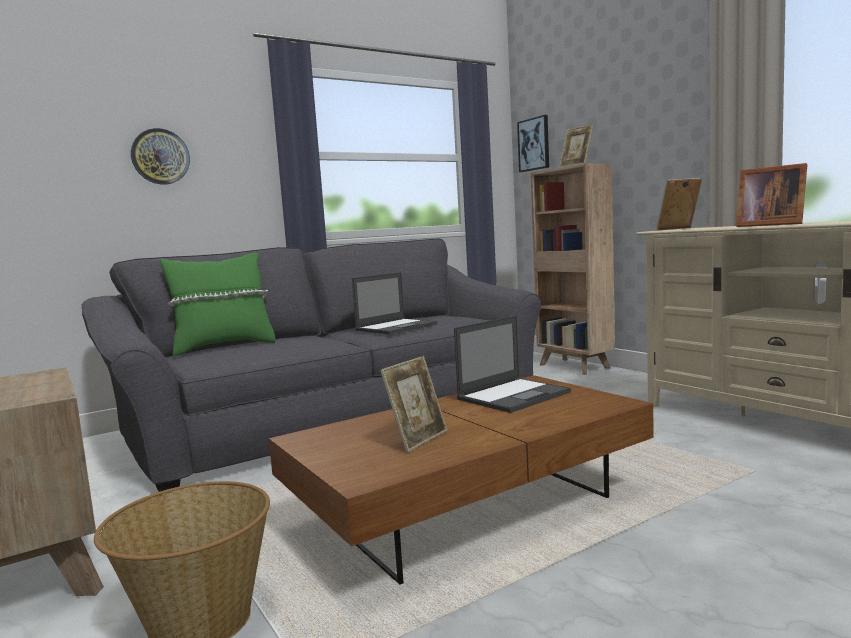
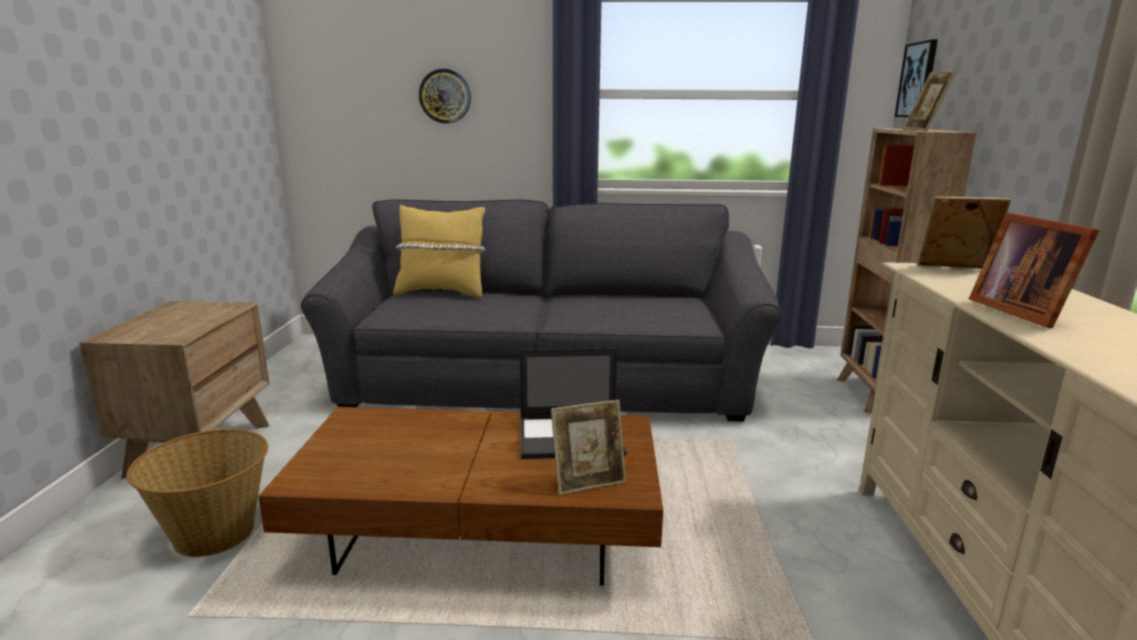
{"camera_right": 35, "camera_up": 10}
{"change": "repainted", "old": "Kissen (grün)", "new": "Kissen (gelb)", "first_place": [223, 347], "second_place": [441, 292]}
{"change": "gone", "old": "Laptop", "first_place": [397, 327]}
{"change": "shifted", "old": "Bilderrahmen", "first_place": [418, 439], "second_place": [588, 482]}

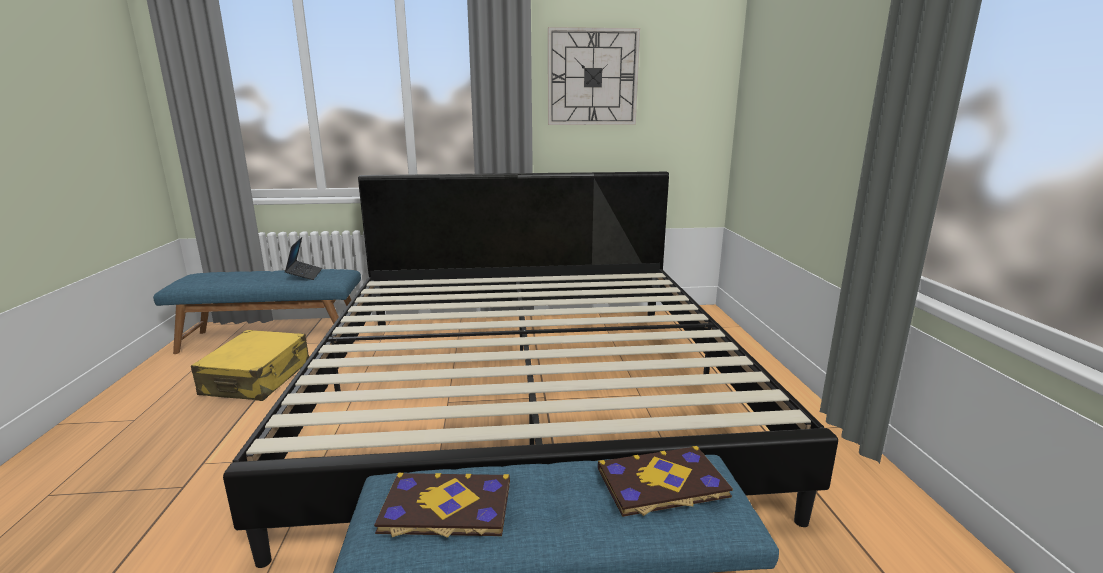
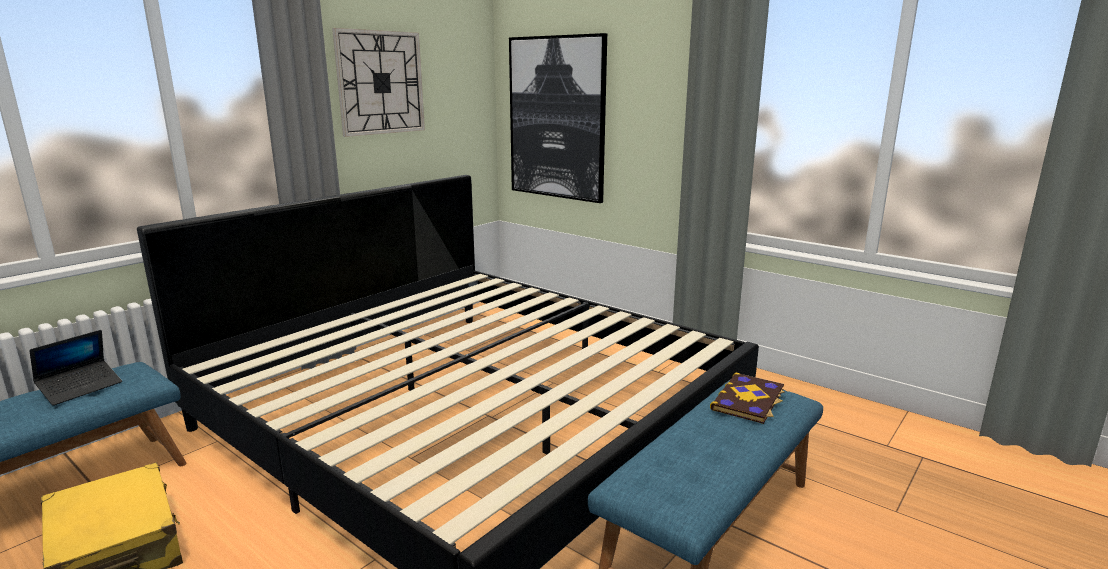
{"camera_right": -45, "camera_up": 0}
{"change": "rotated", "old": "Laptop", "first_place": [304, 274], "second_place": [81, 388], "degrees": 90}
{"change": "gone", "old": "Buch", "first_place": [446, 508]}
{"change": "new", "new": "Bild", "second_place": [557, 118]}

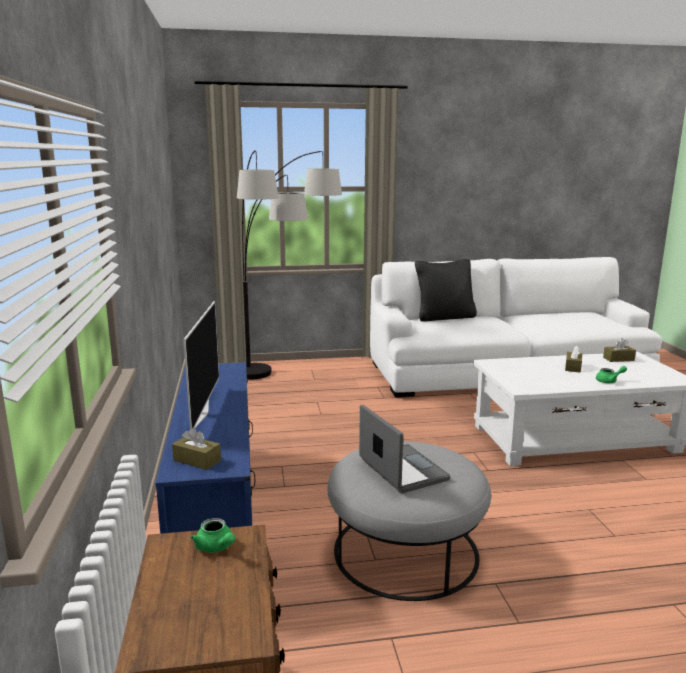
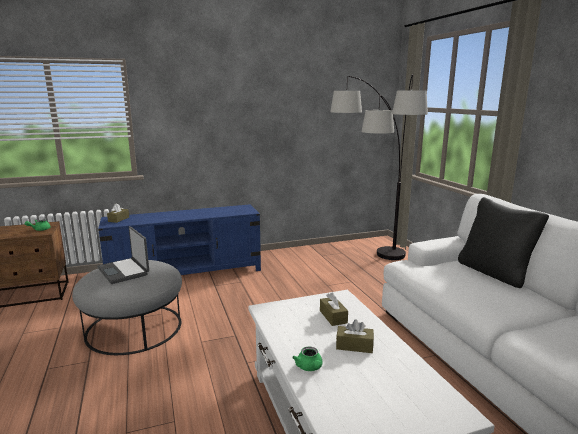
{"camera_right": 80, "camera_up": 0}
{"change": "gone", "old": "Fernseher", "first_place": [200, 413]}
{"change": "shifted", "old": "Taschentuchbox (braun)", "first_place": [618, 359], "second_place": [333, 317]}
{"change": "rotated", "old": "Laptop", "first_place": [401, 470], "second_place": [124, 271], "degrees": 90}

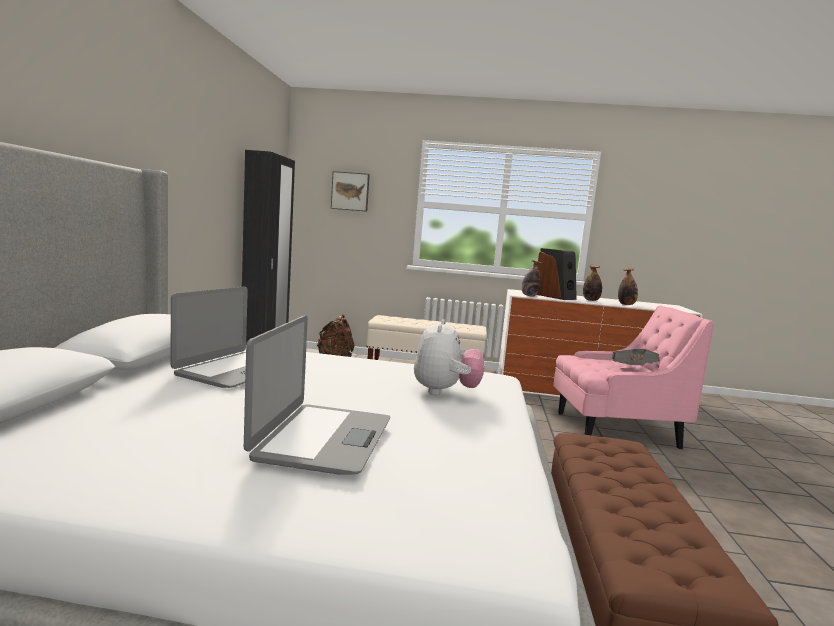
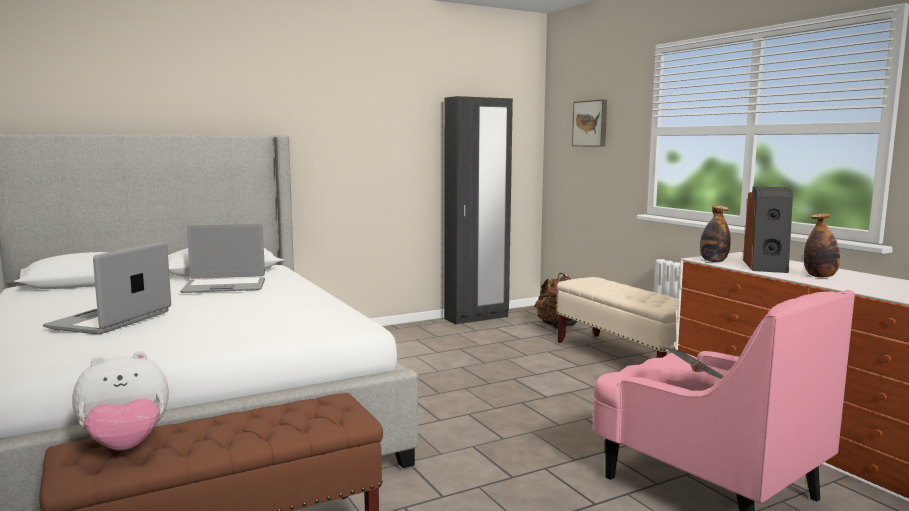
{"camera_right": 55, "camera_up": 0}
{"change": "gone", "old": "Flasche", "first_place": [626, 304]}
{"change": "rotated", "old": "Laptop", "first_place": [323, 438], "second_place": [111, 320], "degrees": 135}
{"change": "shifted", "old": "Plüschtier", "first_place": [445, 392], "second_place": [125, 446]}

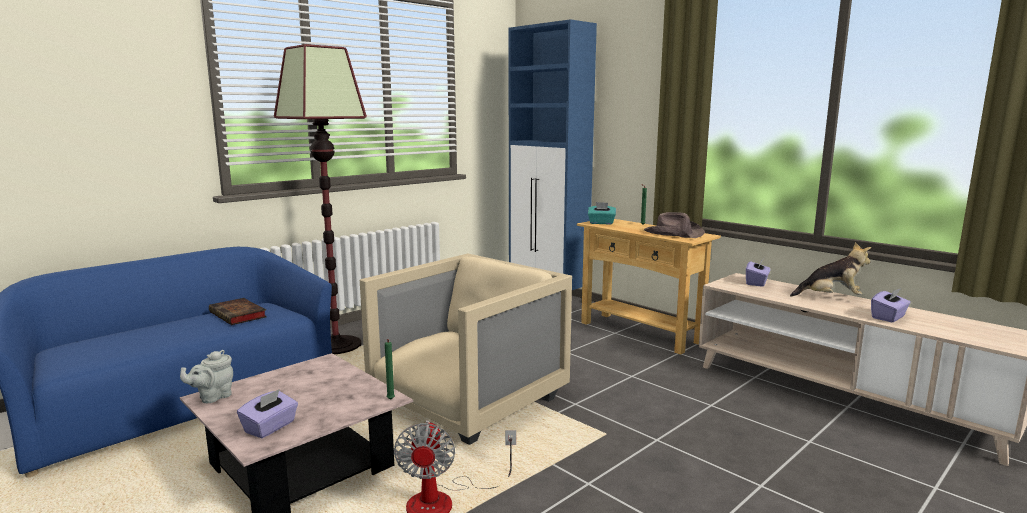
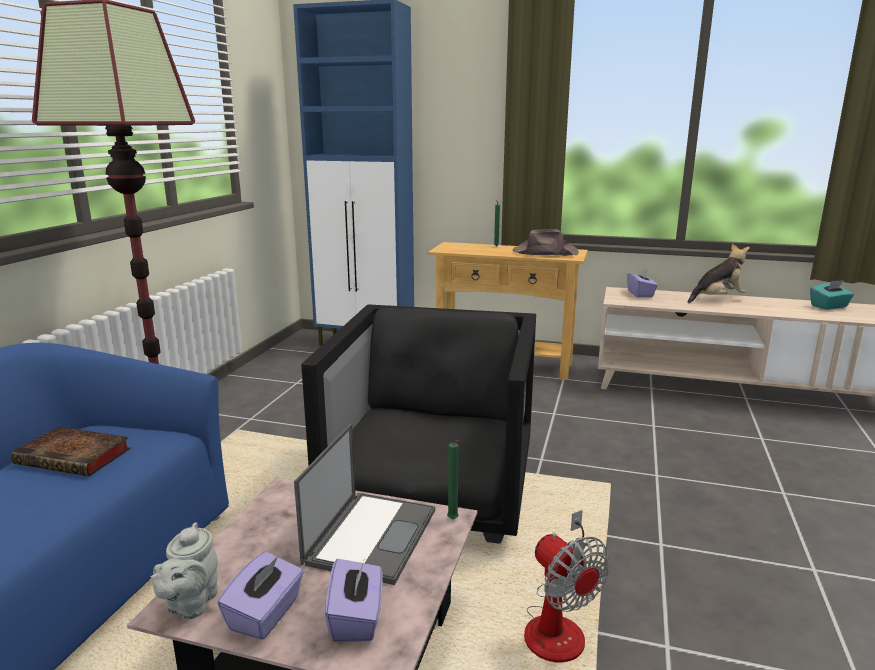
{"camera_right": -30, "camera_up": 5}
{"change": "shifted", "old": "Taschentuchbox (türkis)", "first_place": [601, 223], "second_place": [829, 306]}
{"change": "repainted", "old": "Sessel (beige)", "new": "Sessel (schwarz)", "first_place": [468, 402], "second_place": [432, 491]}
{"change": "shifted", "old": "Taschentuchbox (lila)", "first_place": [888, 317], "second_place": [265, 614]}
{"change": "new", "new": "Laptop", "second_place": [371, 535]}

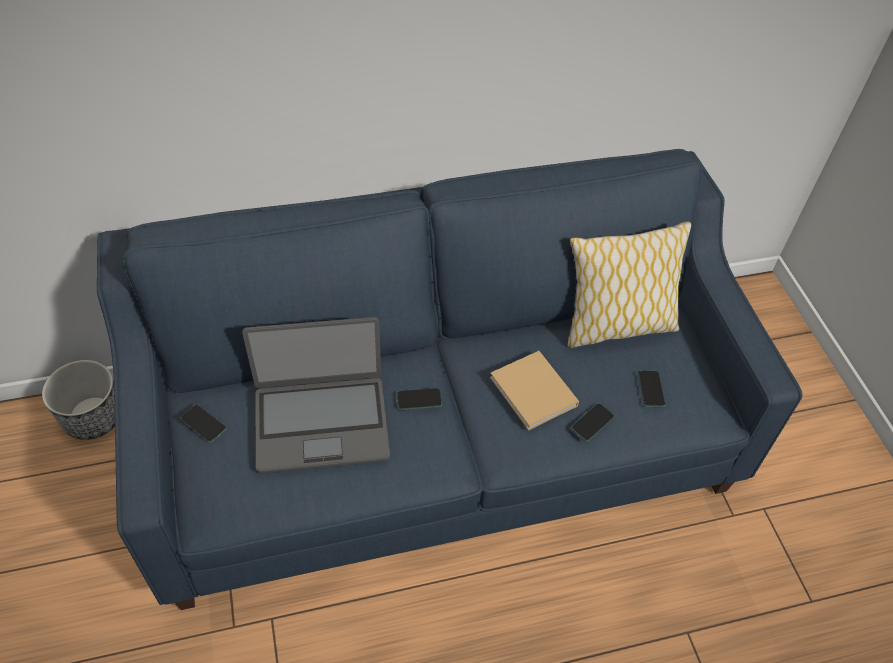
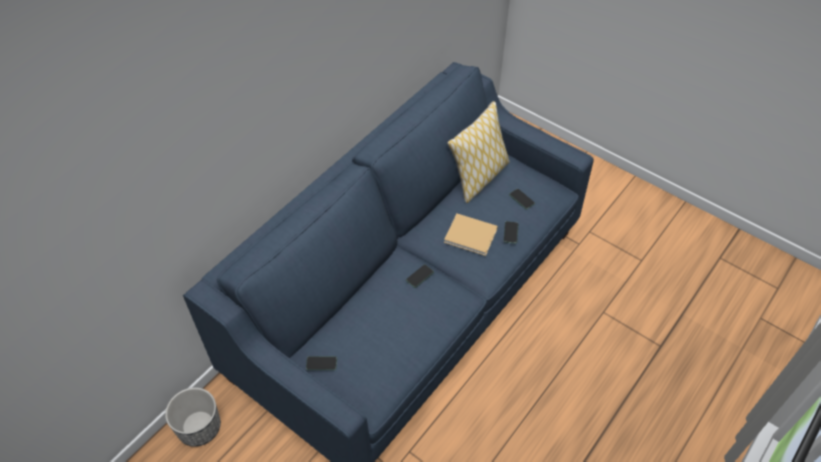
{"camera_right": -35, "camera_up": 0}
{"change": "gone", "old": "Laptop", "first_place": [321, 423]}

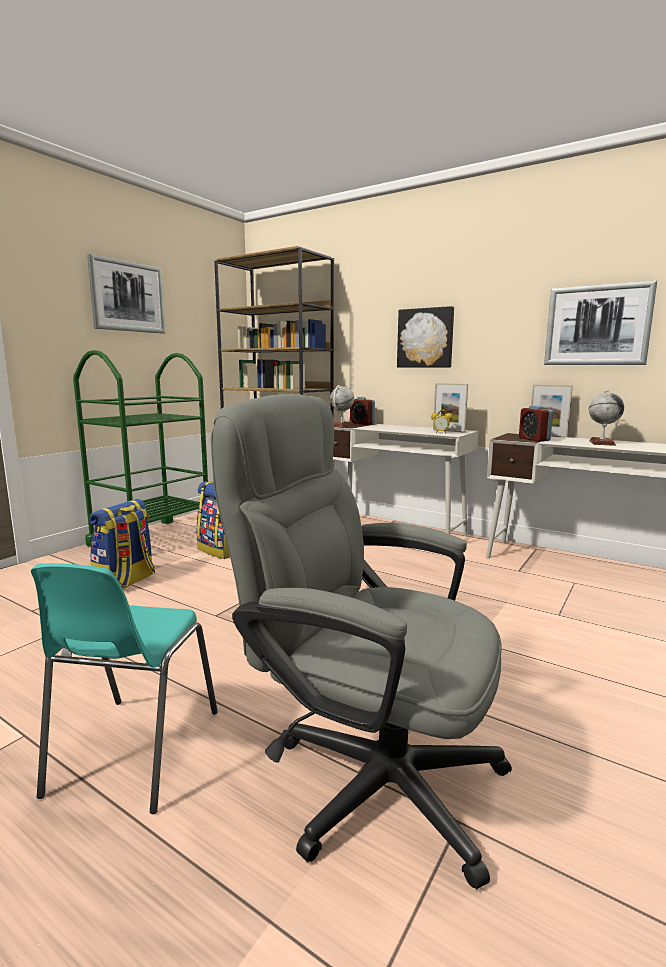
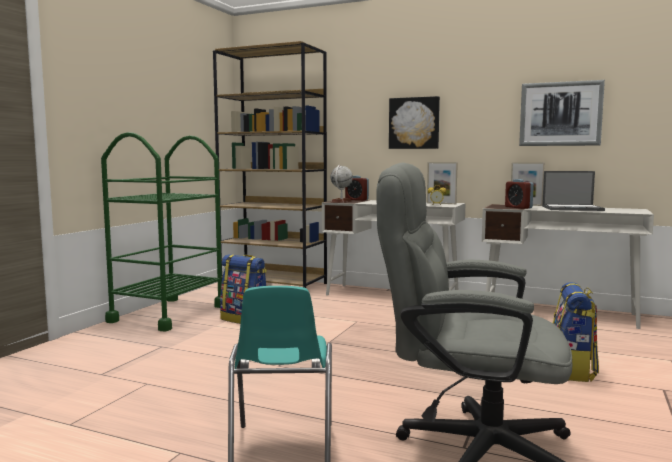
{"camera_right": -10, "camera_up": -5}
{"change": "gone", "old": "Bild", "first_place": [128, 296]}
{"change": "swapped", "old": "Globus", "new": "Laptop", "first_place": [602, 443], "second_place": [573, 208]}
{"change": "shifted", "old": "Rucksack", "first_place": [125, 582], "second_place": [572, 371]}

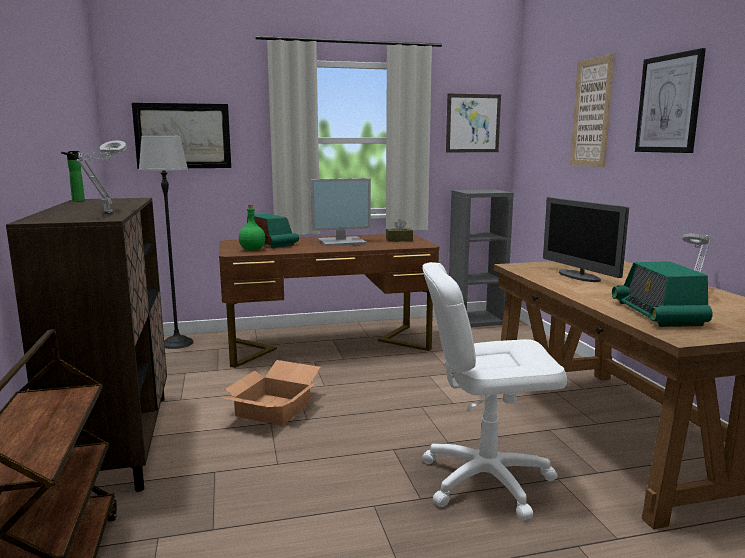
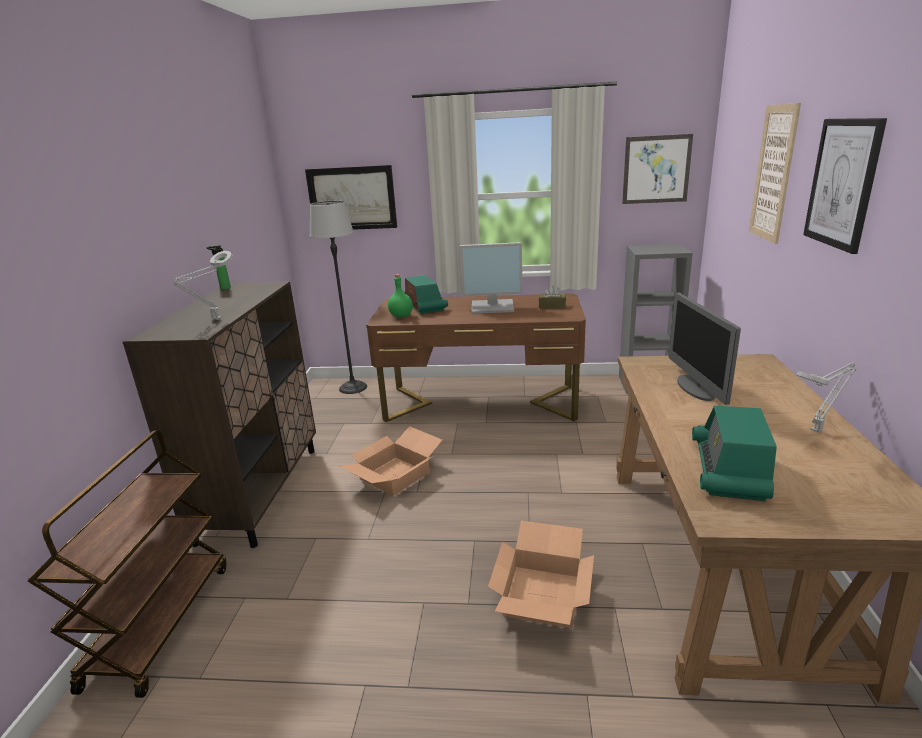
{"camera_right": 20, "camera_up": 10}
{"change": "swapped", "old": "Bürostuhl (weiß)", "new": "Karton", "first_place": [485, 480], "second_place": [541, 594]}

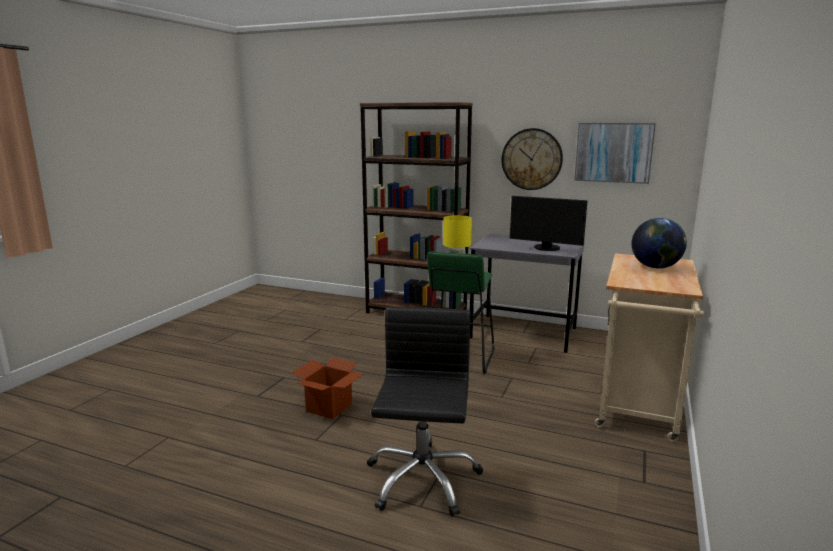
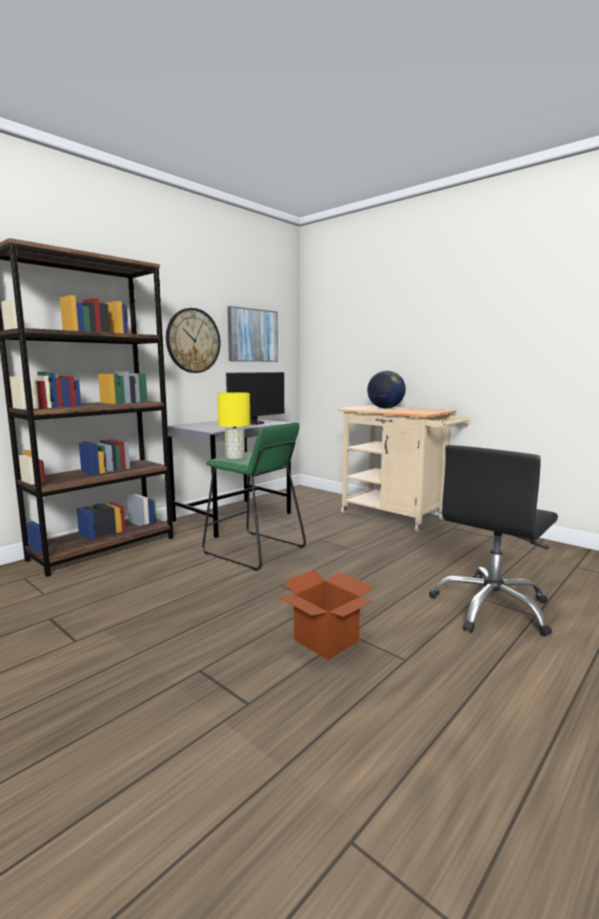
{"camera_right": -70, "camera_up": -5}
{"change": "rotated", "old": "Bürostuhl (schwarz)", "first_place": [422, 479], "second_place": [492, 608], "degrees": -75}

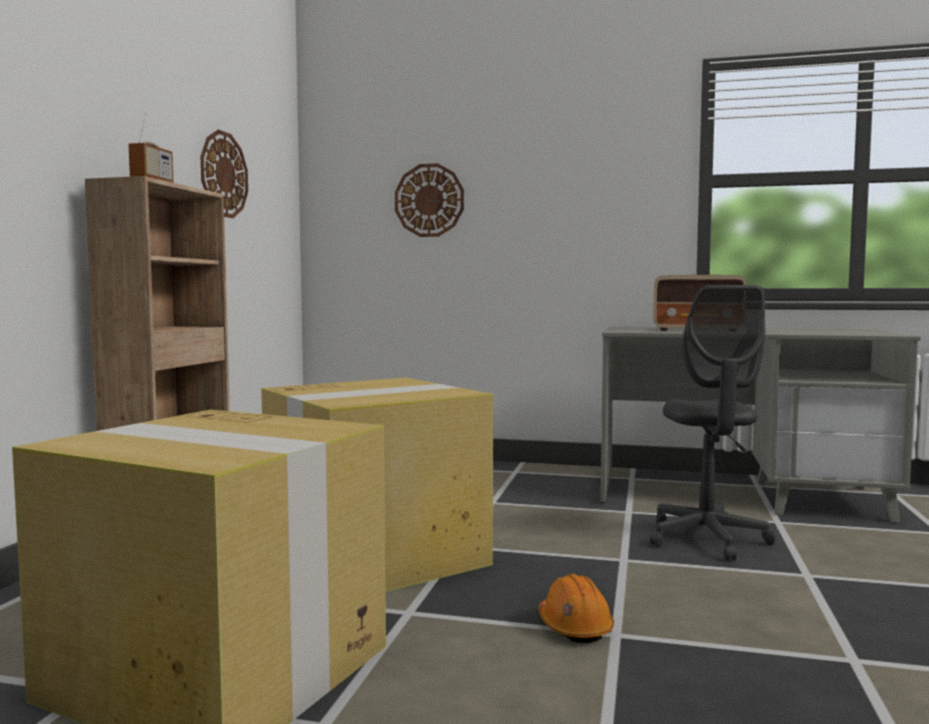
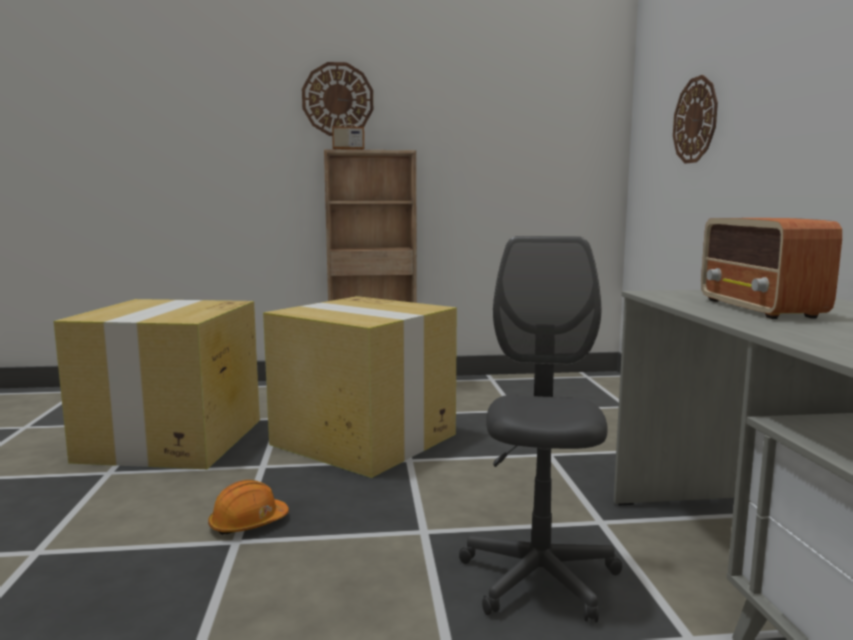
{"camera_right": 70, "camera_up": 5}
{"change": "shifted", "old": "Wanduhr", "first_place": [223, 174], "second_place": [337, 99]}
{"change": "rotated", "old": "Bürostuhl (grau)", "first_place": [707, 539], "second_place": [539, 578], "degrees": 120}

